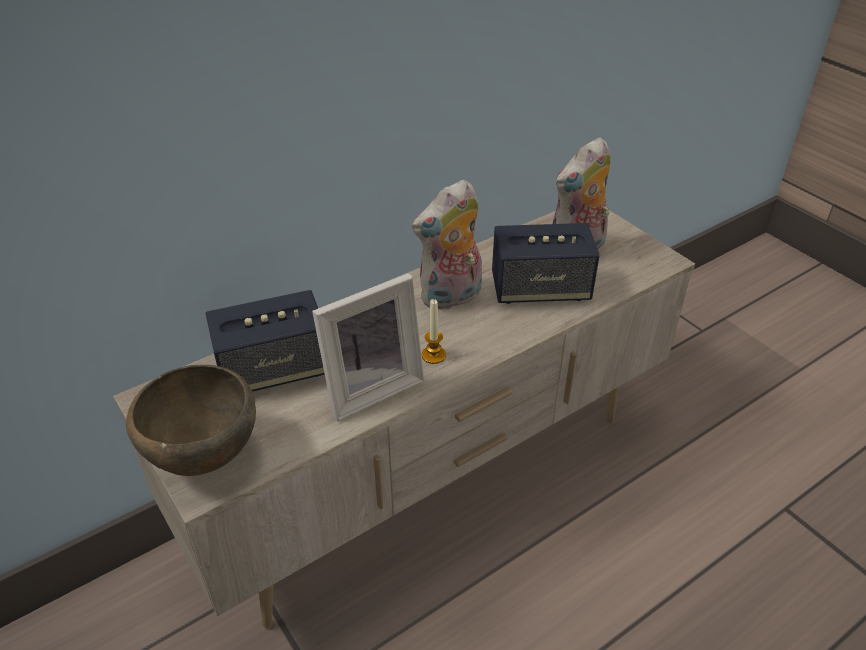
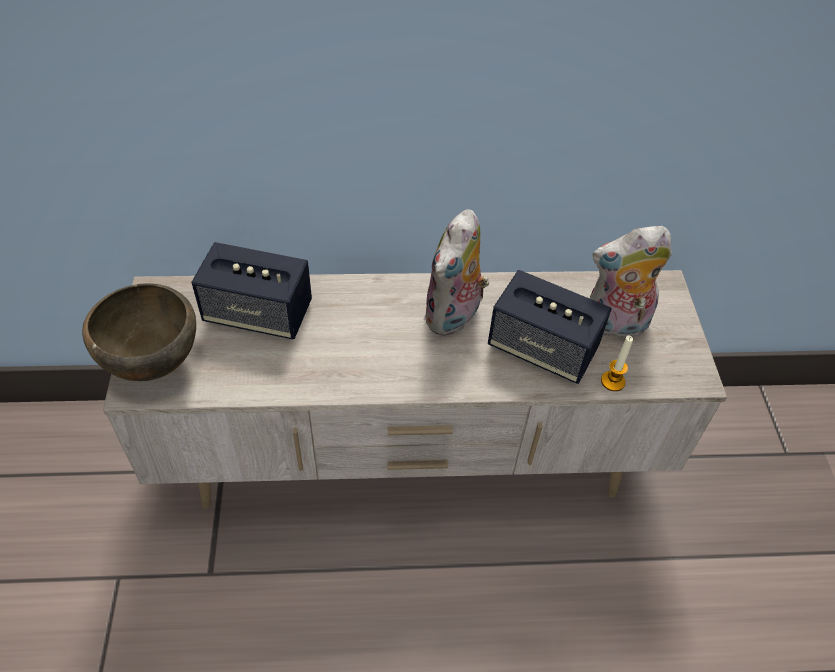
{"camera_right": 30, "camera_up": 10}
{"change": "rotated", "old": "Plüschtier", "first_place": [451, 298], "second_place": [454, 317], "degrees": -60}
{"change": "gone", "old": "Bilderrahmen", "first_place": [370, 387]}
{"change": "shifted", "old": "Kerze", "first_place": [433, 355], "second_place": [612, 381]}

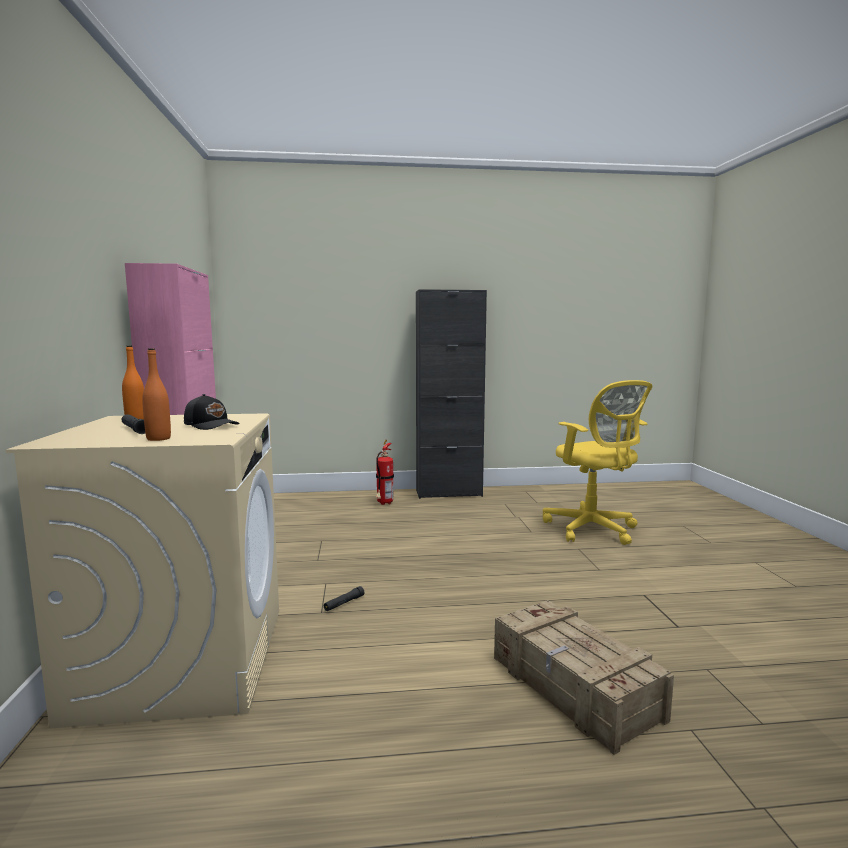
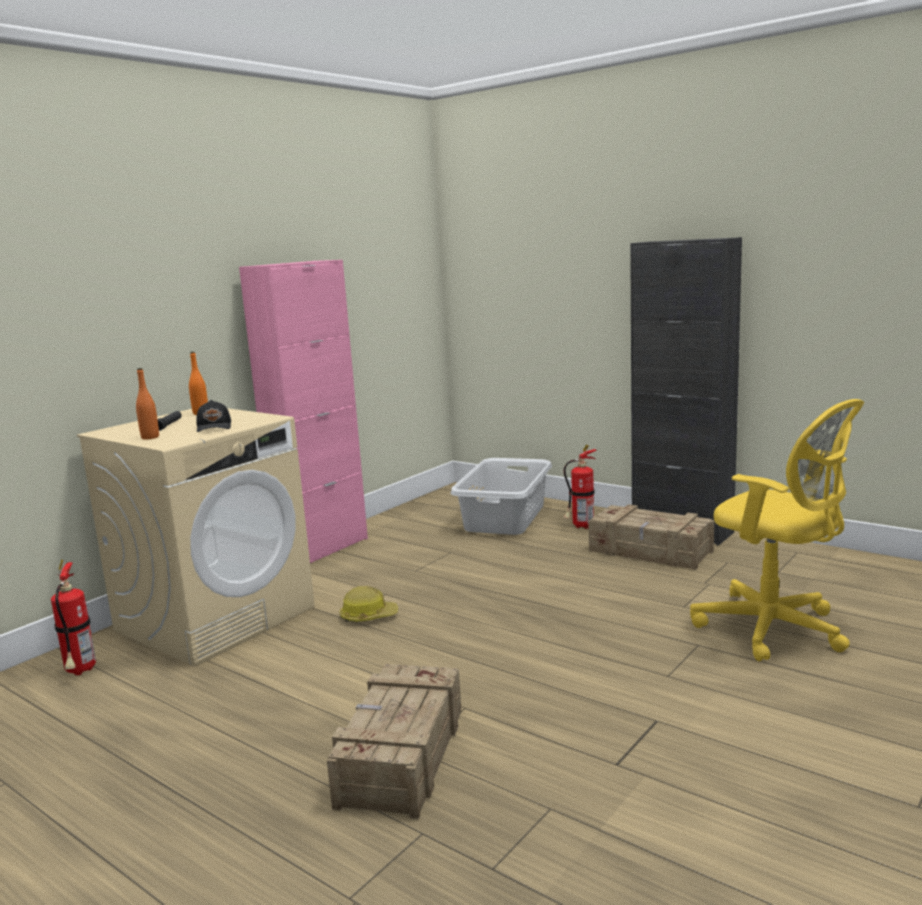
{"camera_right": 45, "camera_up": 5}
{"change": "rotated", "old": "Bürostuhl (gelb)", "first_place": [593, 530], "second_place": [775, 629], "degrees": -60}
{"change": "swapped", "old": "Taschenlampe (schwarz)", "new": "Schutzhelm", "first_place": [344, 603], "second_place": [368, 616]}
{"change": "new", "new": "Wäschekorb (grau)", "second_place": [506, 517]}
{"change": "new", "new": "Kiste", "second_place": [651, 551]}
{"change": "new", "new": "Feuerlöscher", "second_place": [80, 672]}

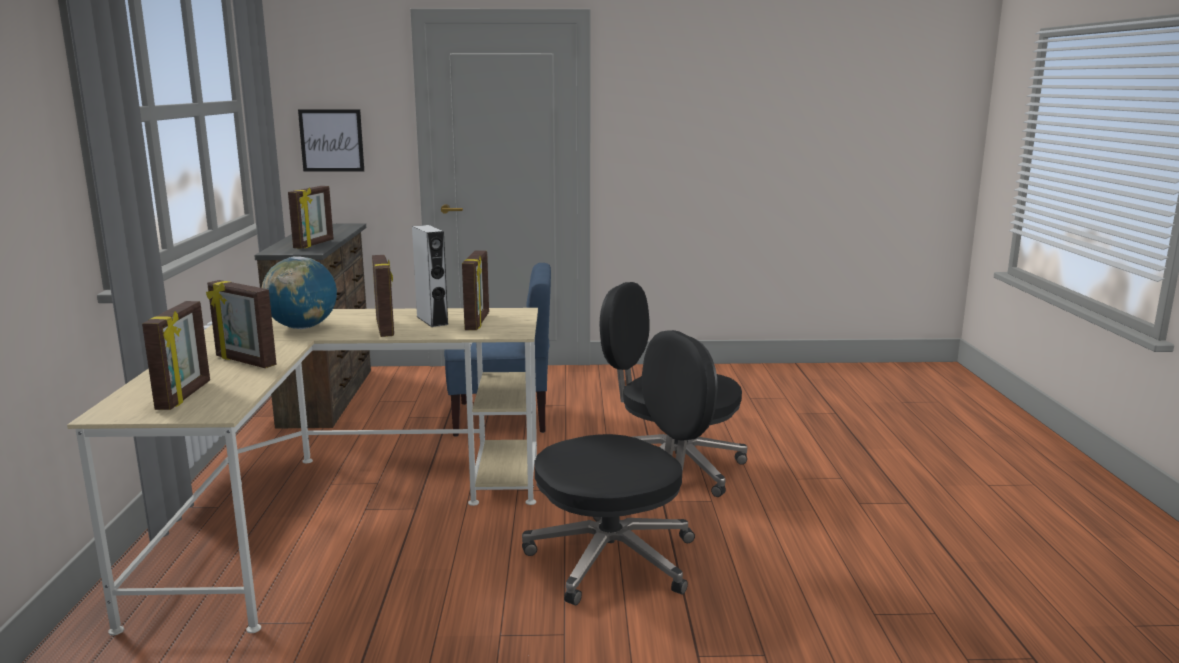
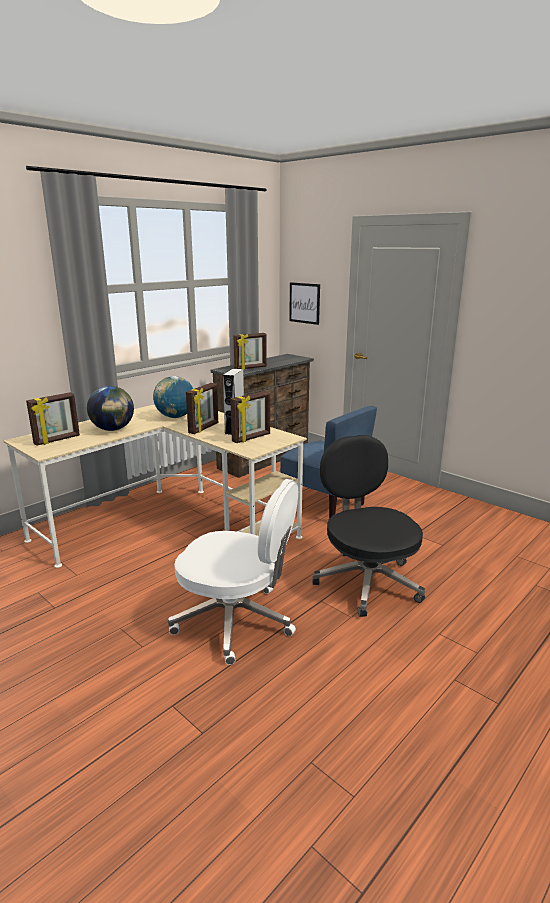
{"camera_right": 45, "camera_up": 5}
{"change": "swapped", "old": "Bilderrahmen", "new": "Globus", "first_place": [244, 361], "second_place": [113, 429]}
{"change": "repainted", "old": "Bürostuhl (schwarz)", "new": "Bürostuhl (weiß)", "first_place": [617, 558], "second_place": [236, 621]}

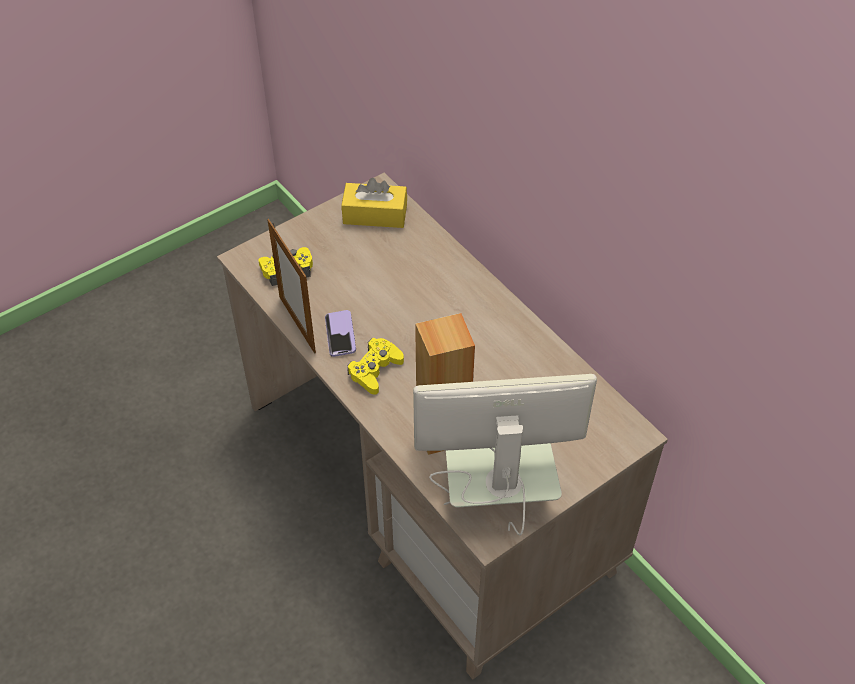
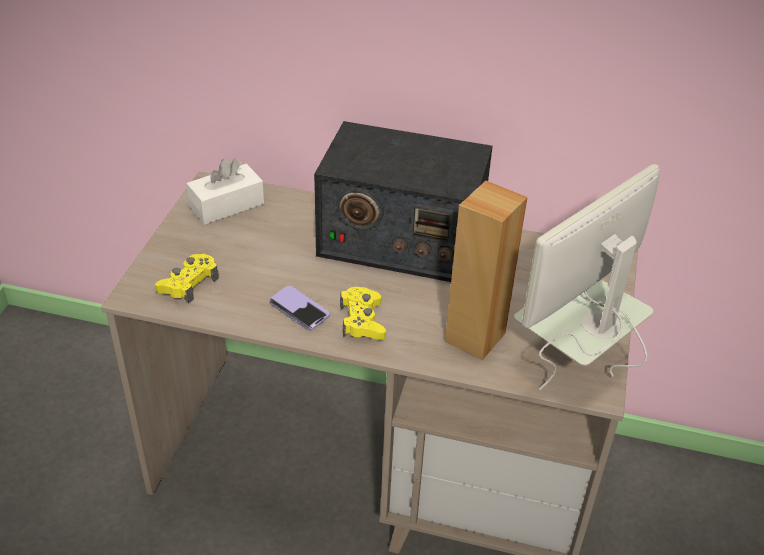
{"camera_right": -40, "camera_up": -10}
{"change": "repainted", "old": "Taschentuchbox (gelb)", "new": "Taschentuchbox (weiß)", "first_place": [375, 215], "second_place": [227, 205]}
{"change": "gone", "old": "Bilderrahmen", "first_place": [297, 324]}
{"change": "new", "new": "Radio", "second_place": [400, 240]}

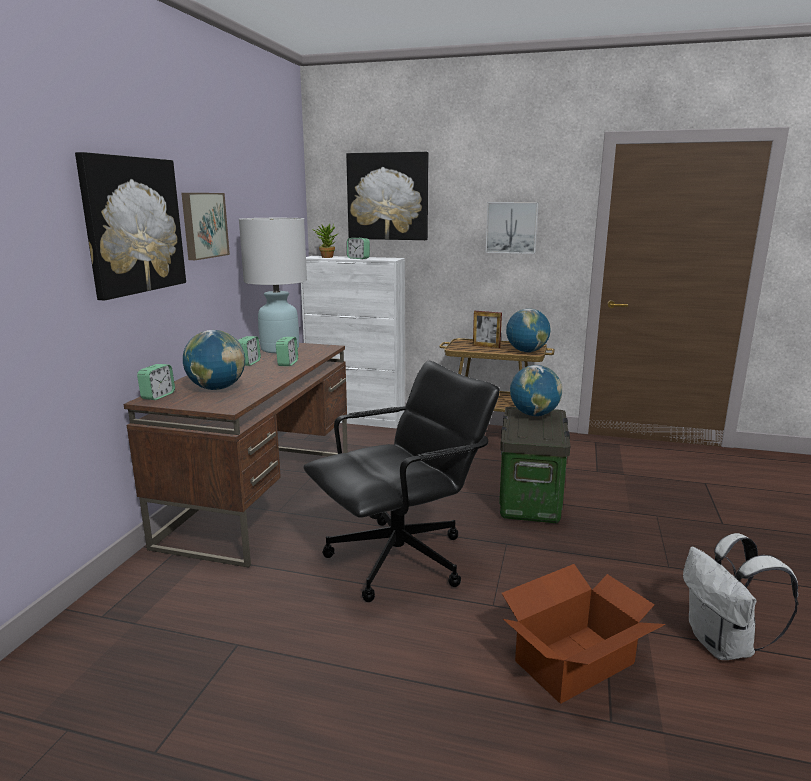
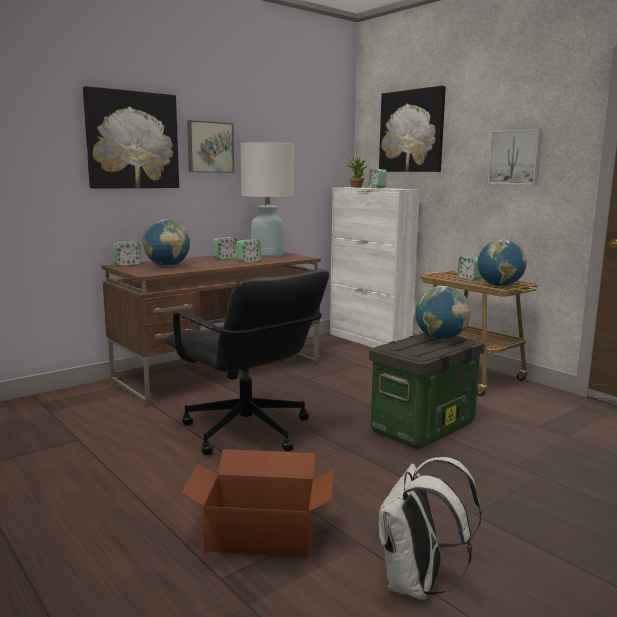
{"camera_right": 35, "camera_up": -5}
{"change": "swapped", "old": "Bilderrahmen", "new": "Wecker", "first_place": [486, 346], "second_place": [469, 278]}
{"change": "rotated", "old": "Bürostuhl (schwarz)", "first_place": [400, 560], "second_place": [246, 431], "degrees": 45}

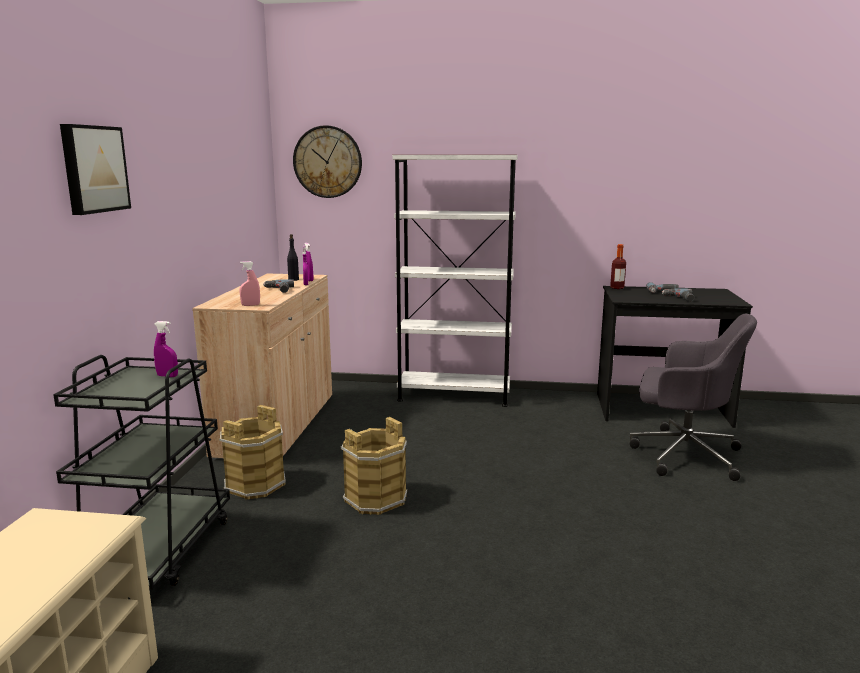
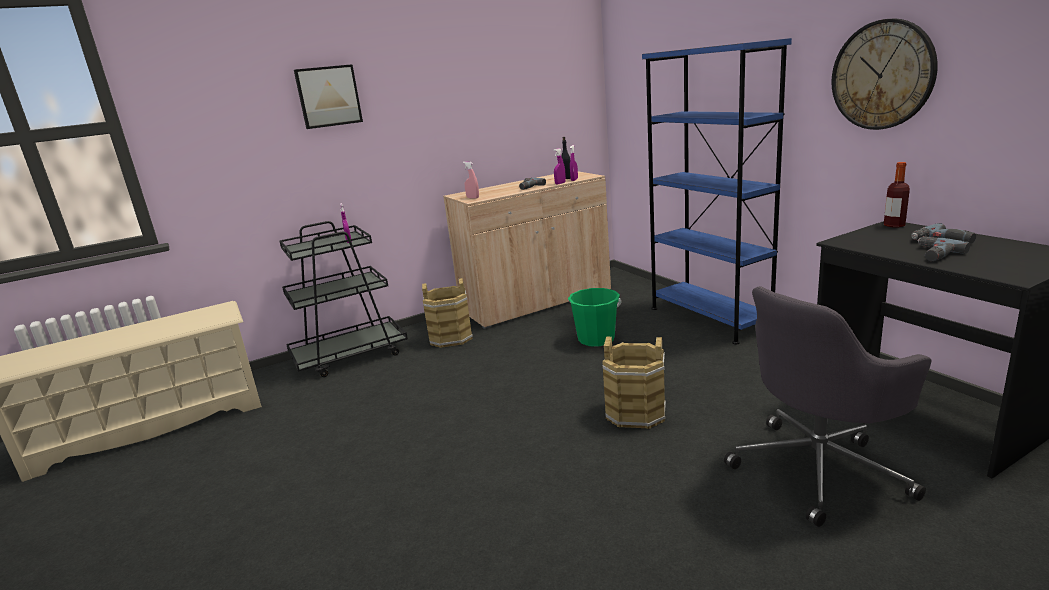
{"camera_right": 55, "camera_up": 5}
{"change": "shifted", "old": "Wanduhr", "first_place": [327, 162], "second_place": [882, 75]}
{"change": "repainted", "old": "Bücherregal (weiß)", "new": "Bücherregal (blau)", "first_place": [454, 395], "second_place": [709, 318]}
{"change": "rotated", "old": "Bürostuhl (grau)", "first_place": [682, 454], "second_place": [819, 468], "degrees": 75}
{"change": "shifted", "old": "Eimer (braun)", "first_place": [375, 498], "second_place": [635, 412]}
{"change": "new", "new": "Eimer (grün)", "second_place": [596, 339]}

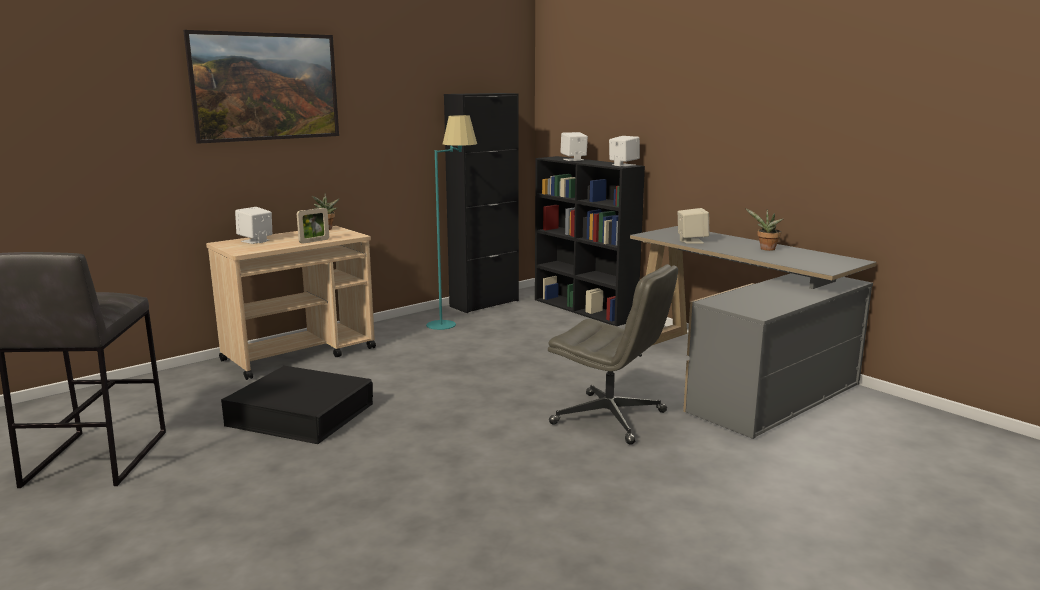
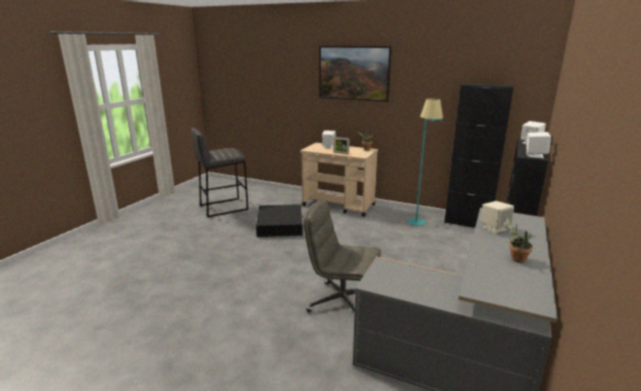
{"camera_right": 65, "camera_up": 5}
{"change": "rotated", "old": "Bürostuhl (grau)", "first_place": [610, 418], "second_place": [341, 302], "degrees": 105}

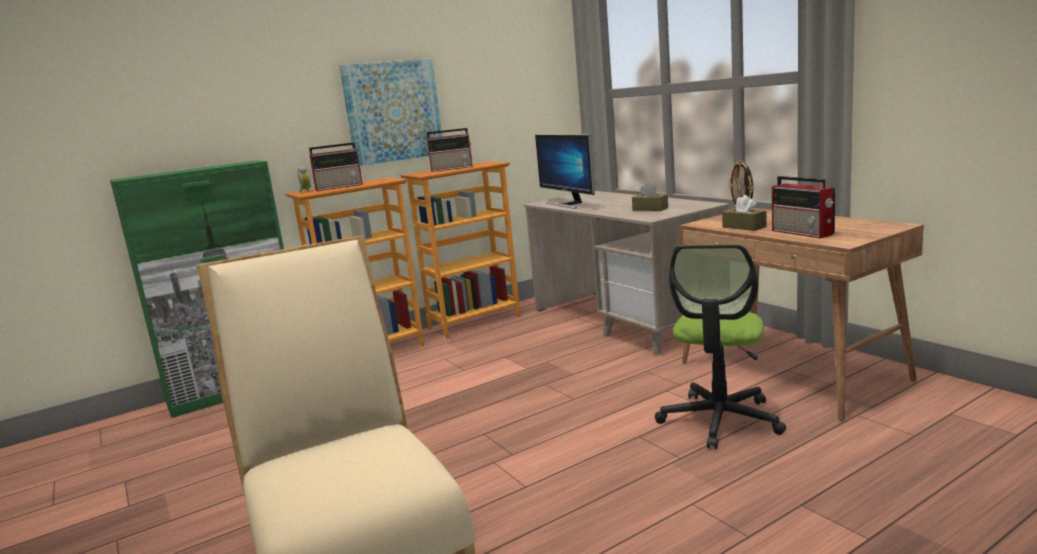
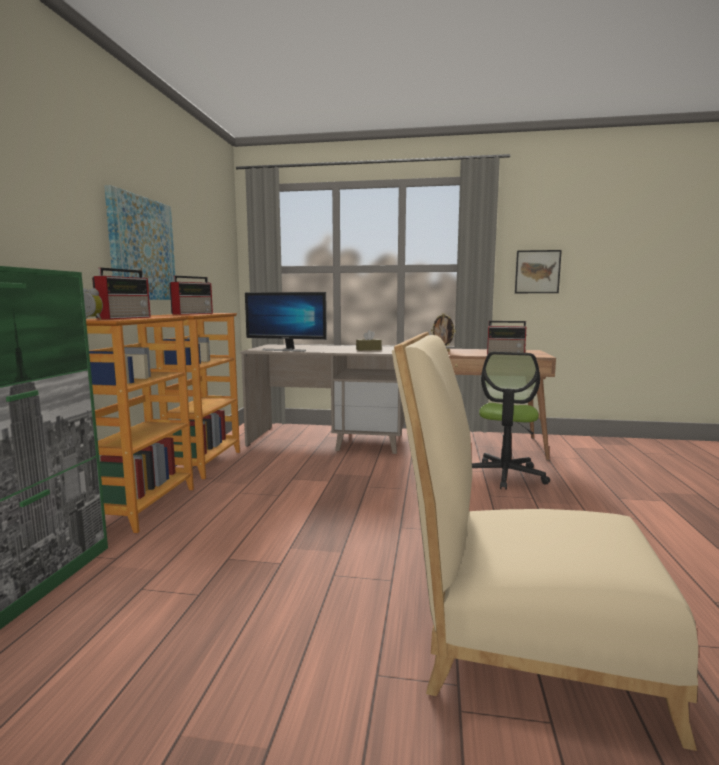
{"camera_right": -50, "camera_up": -5}
{"change": "gone", "old": "Taschentuchbox (braun)", "first_place": [744, 227]}
{"change": "rotated", "old": "Bürostuhl", "first_place": [720, 420], "second_place": [505, 475], "degrees": 45}
{"change": "new", "new": "Bild", "second_place": [537, 272]}

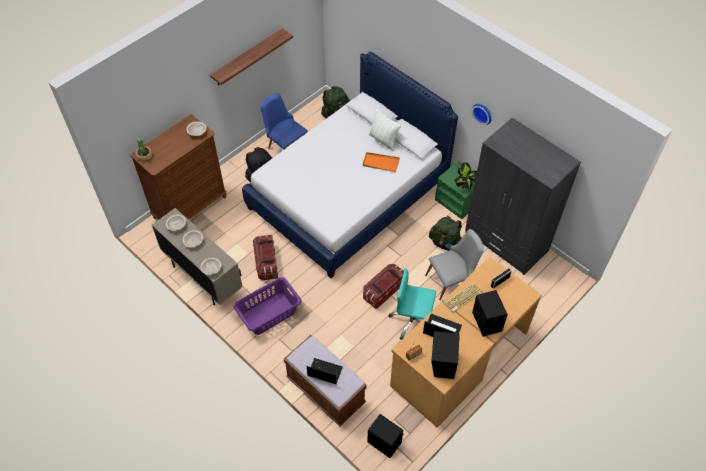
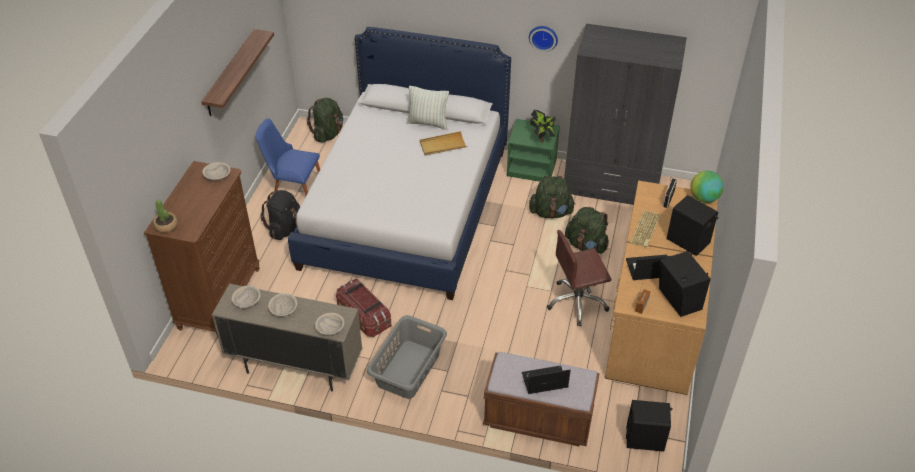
{"camera_right": -30, "camera_up": -10}
{"change": "repainted", "old": "Tablett (orange)", "new": "Tablett (beige)", "first_place": [380, 163], "second_place": [443, 145]}
{"change": "swapped", "old": "Stuhl (grau)", "new": "Rucksack (grün)", "first_place": [451, 280], "second_place": [586, 245]}
{"change": "gone", "old": "Aufbewahrungsbox", "first_place": [383, 290]}
{"change": "repainted", "old": "Bürostuhl (türkis)", "new": "Bürostuhl (braun)", "first_place": [412, 321], "second_place": [577, 302]}
{"change": "repainted", "old": "Wäschekorb (lila)", "new": "Wäschekorb (grau)", "first_place": [268, 313], "second_place": [407, 369]}
{"change": "new", "new": "Globus", "second_place": [704, 198]}

